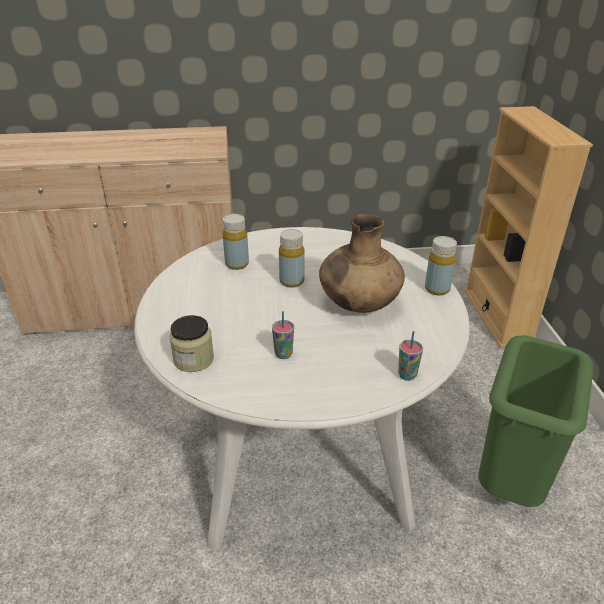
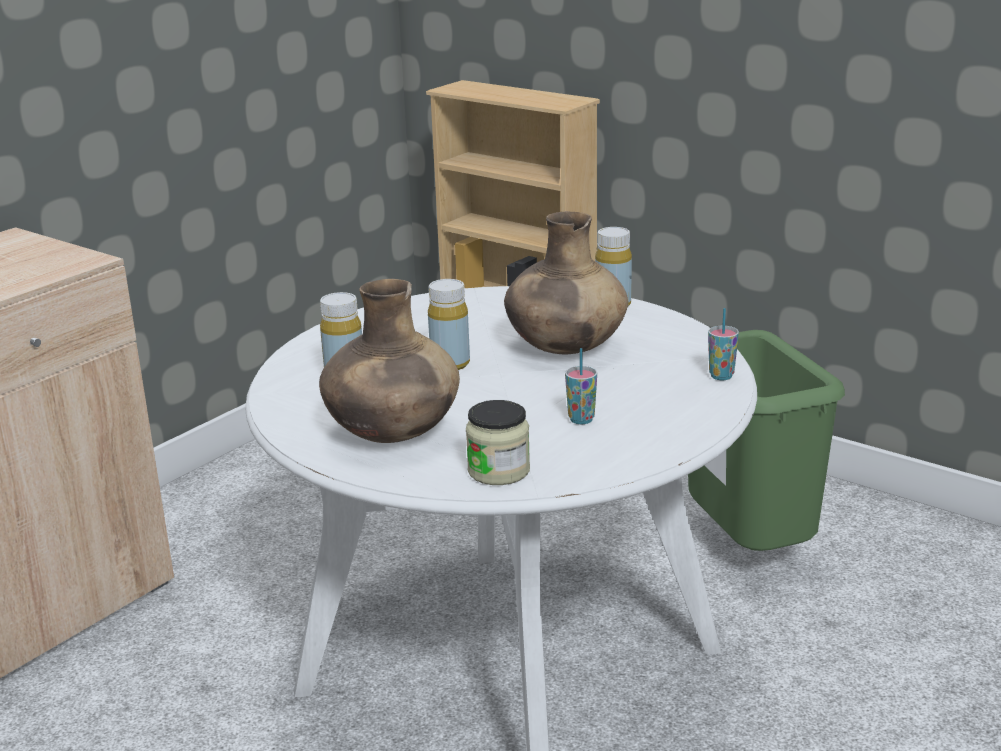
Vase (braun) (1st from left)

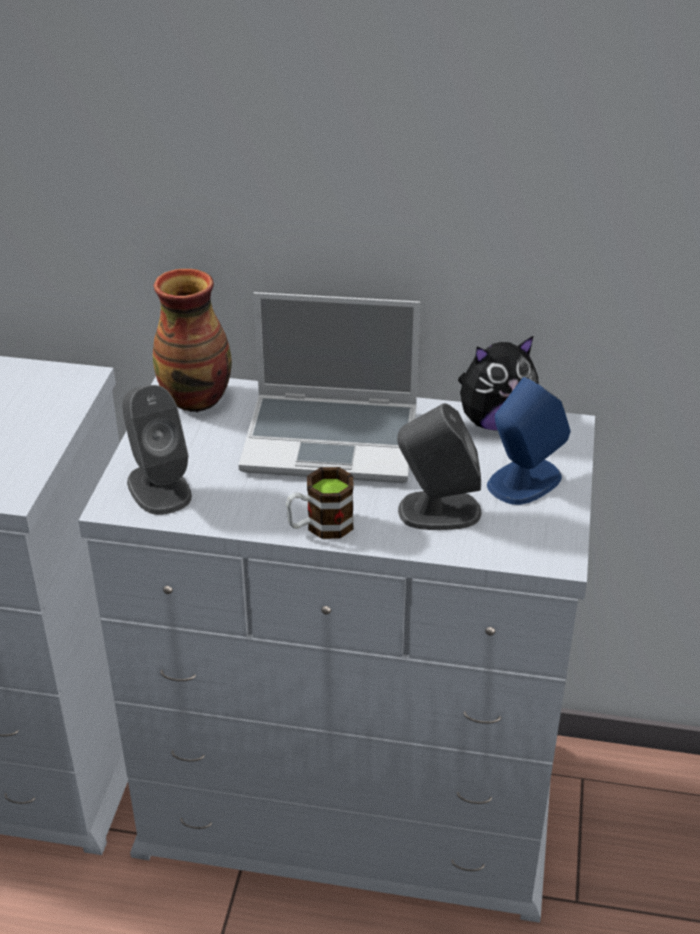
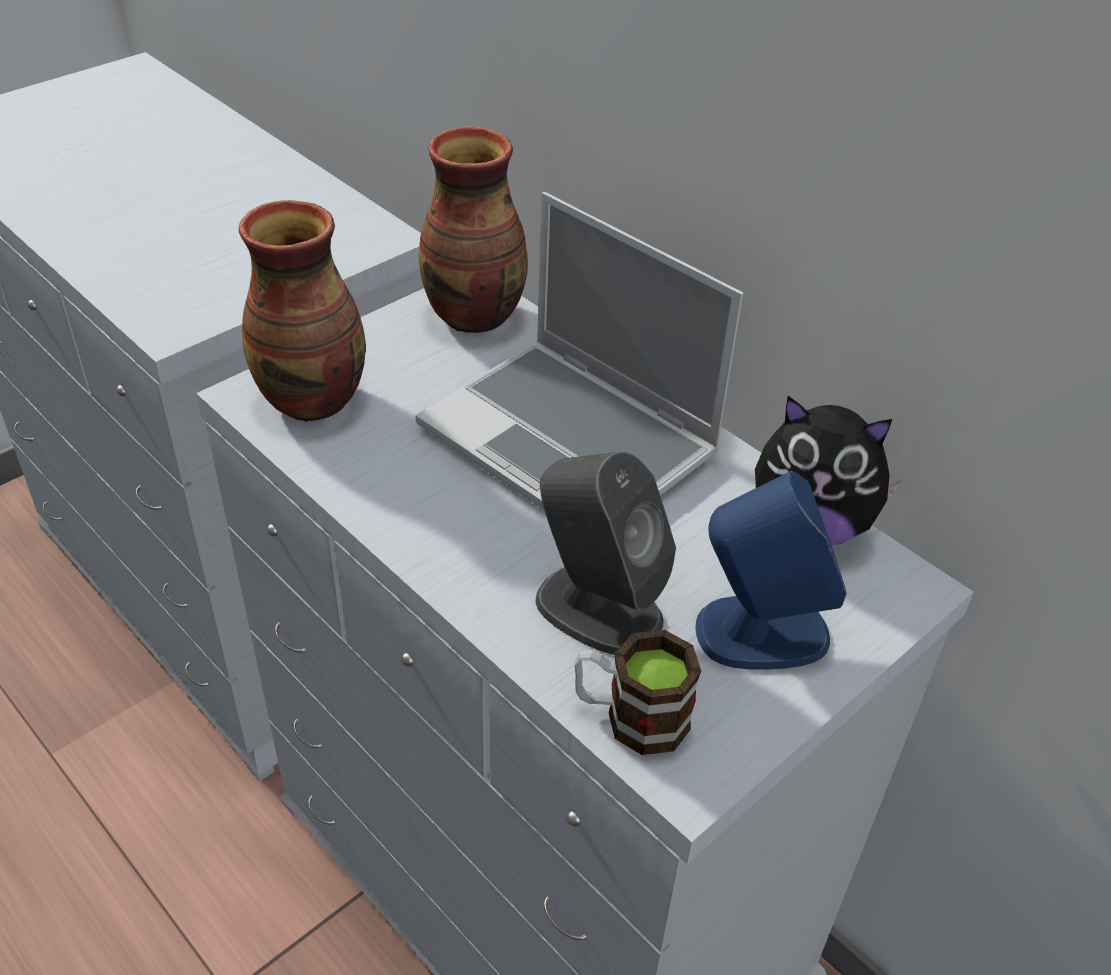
Vase (1st from left)
Henkelbecher

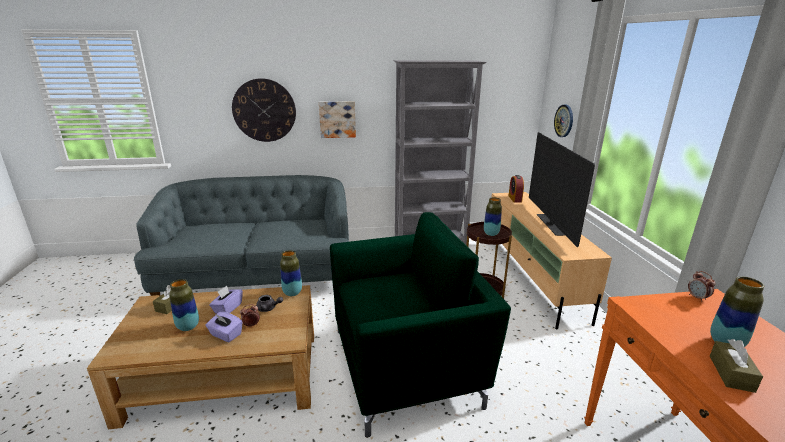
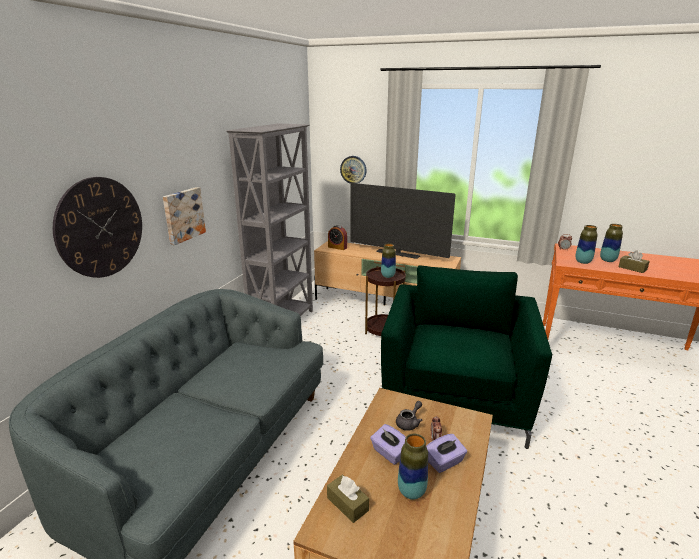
Vase (3rd from left)

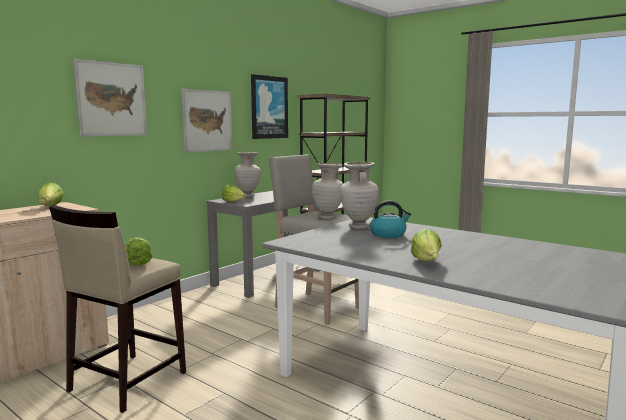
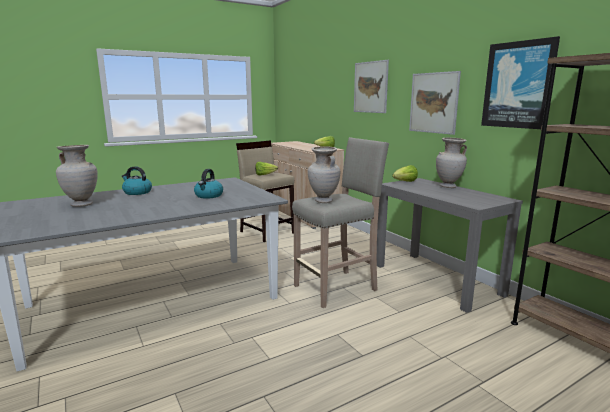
Vase (beige) (1st from left)
Wasserkessel (1st from left)

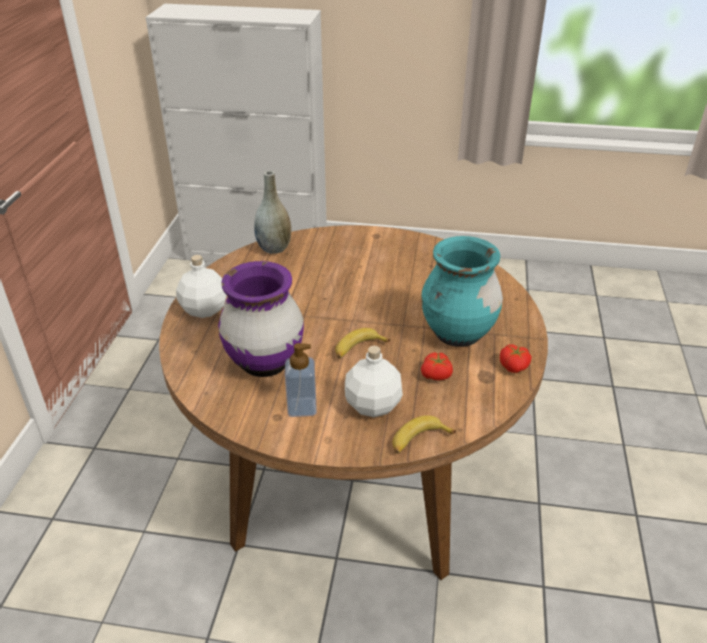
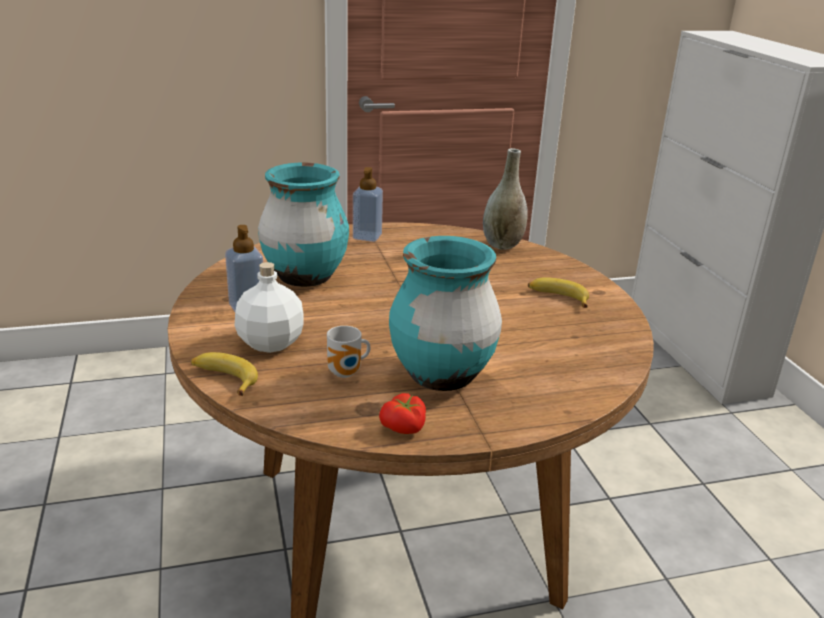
Seifenspender (2nd from left)
Vase (türkis) (1st from left)
Banane (2nd from left)
Henkelbecher

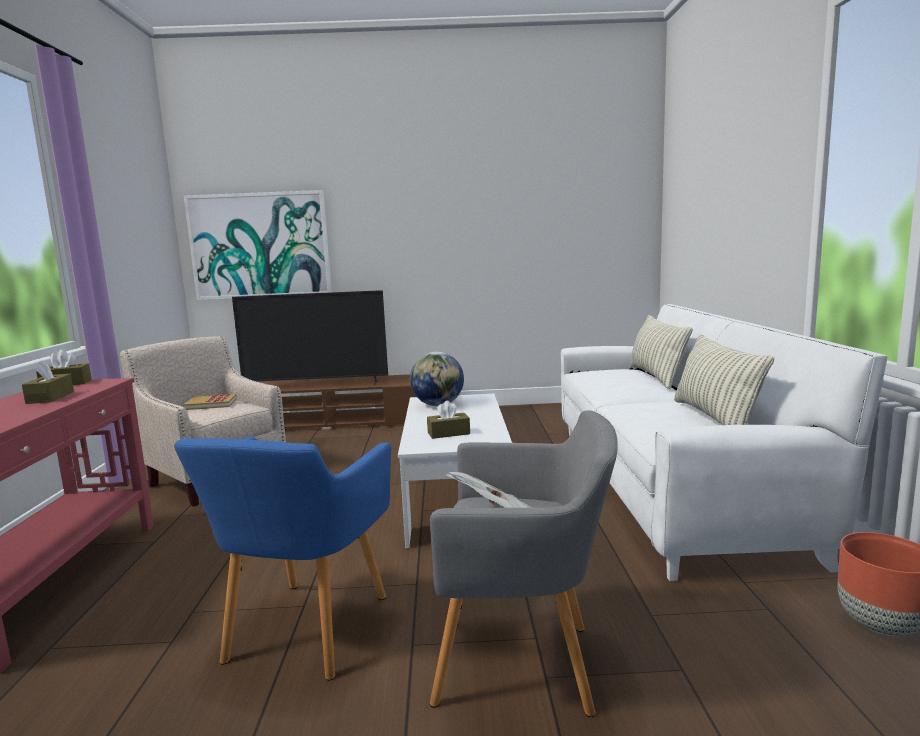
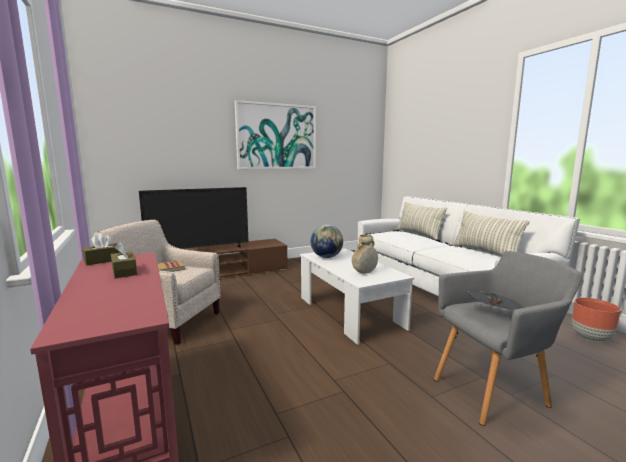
Bild
Vase (beige)
Sessel (blau)

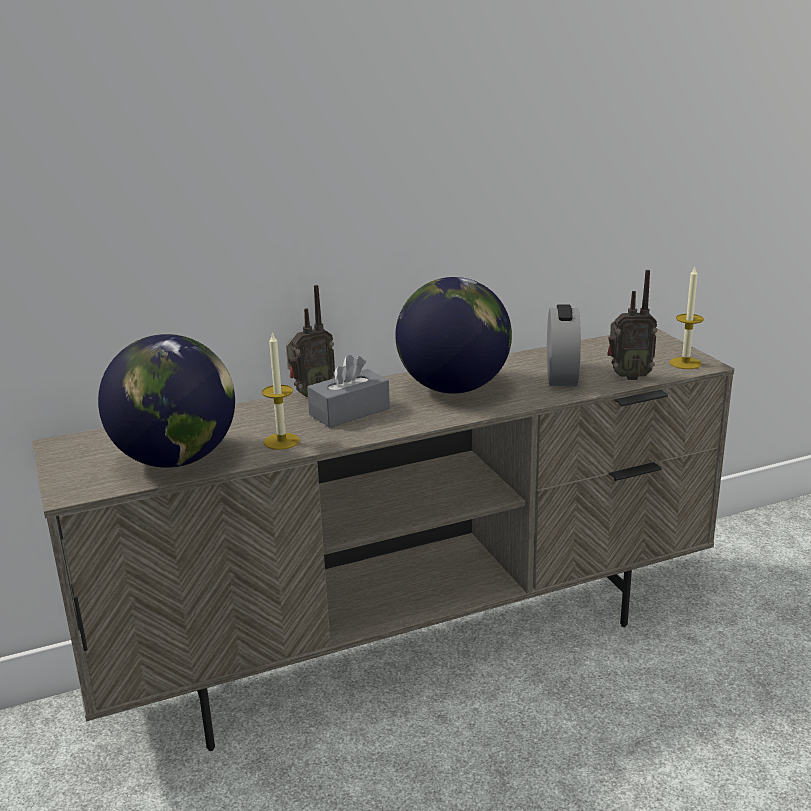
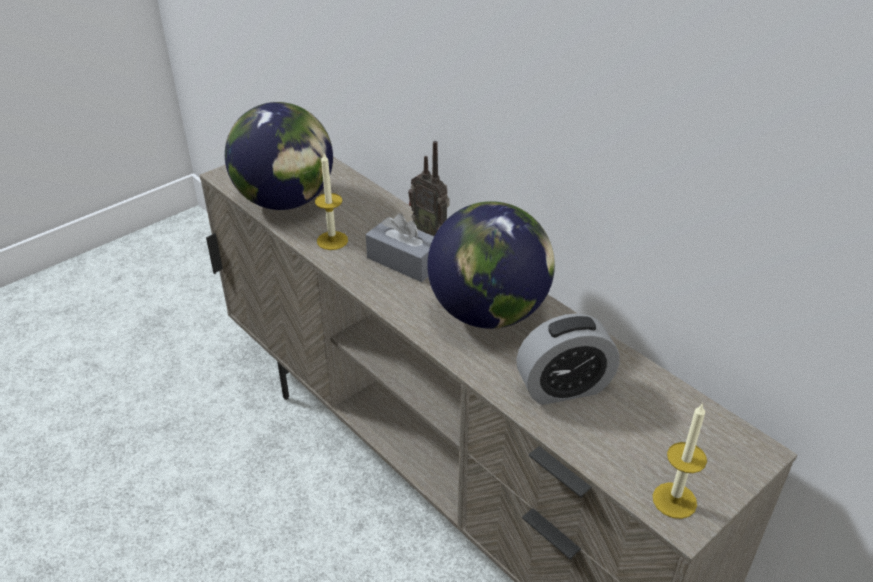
Radio (2nd from left in the first image)

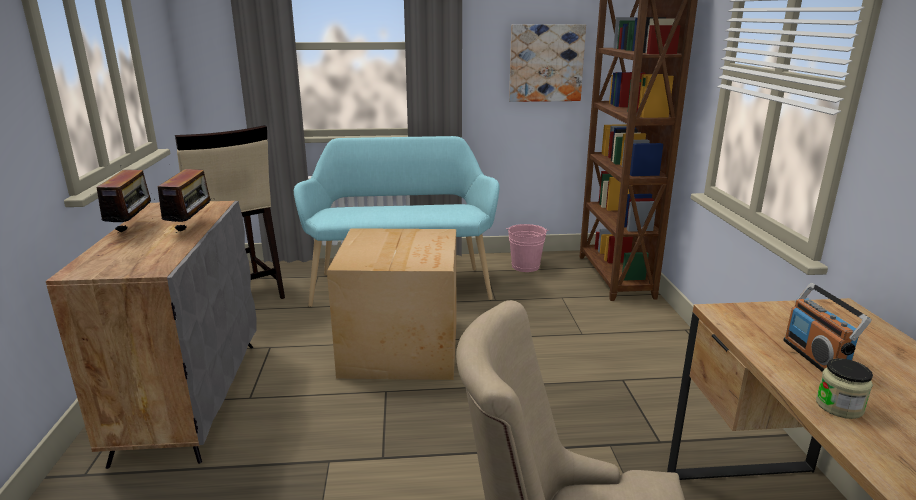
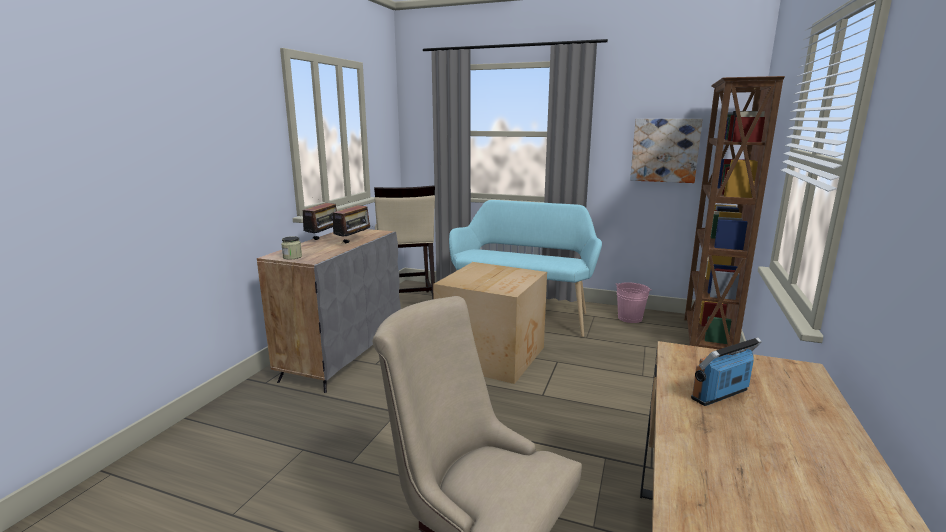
Radio (3rd from left)
Vorratsglas

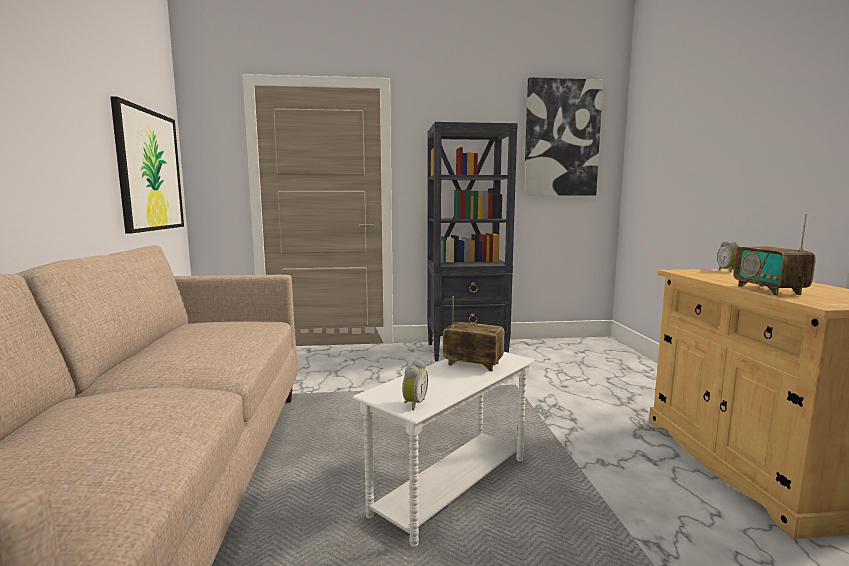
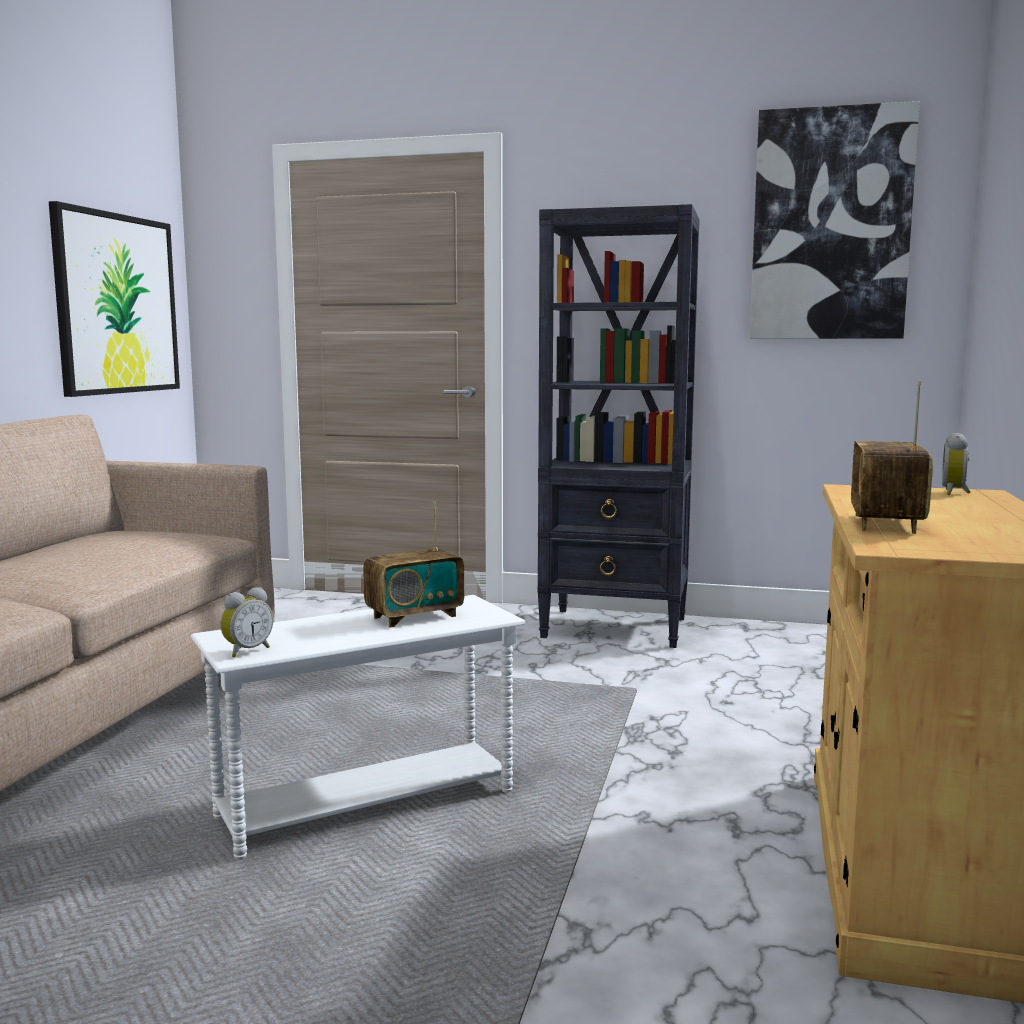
Radio (1st from left)

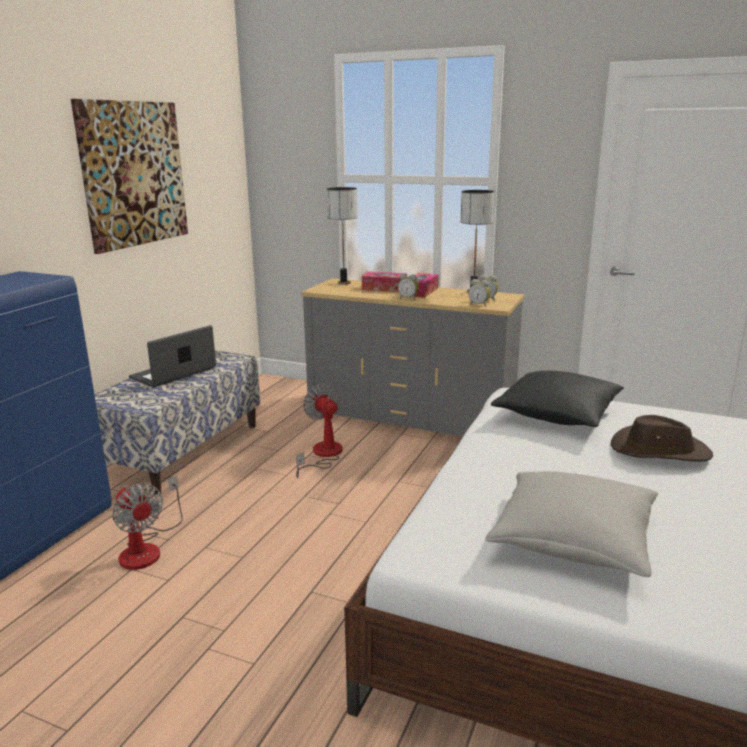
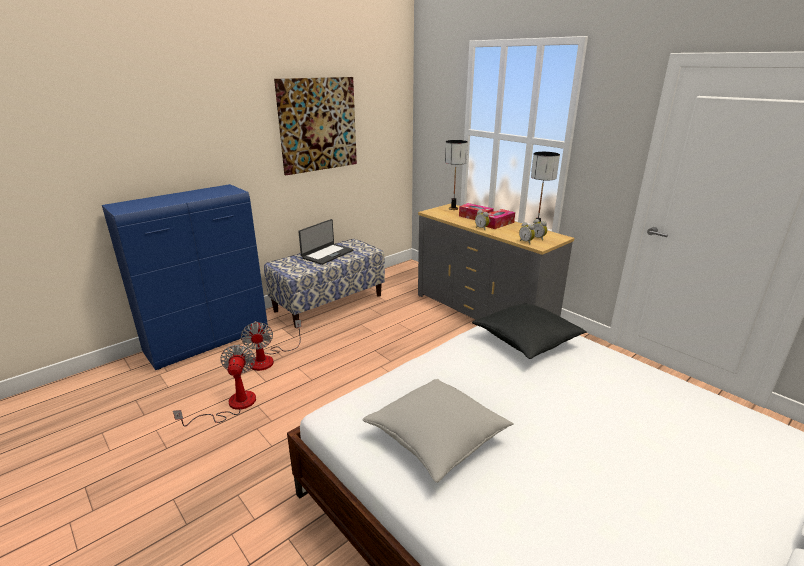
Laptop
Ventilator (1st from left)
Hut (braun)

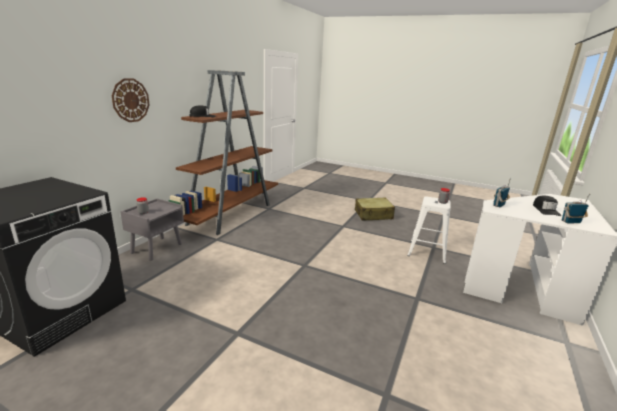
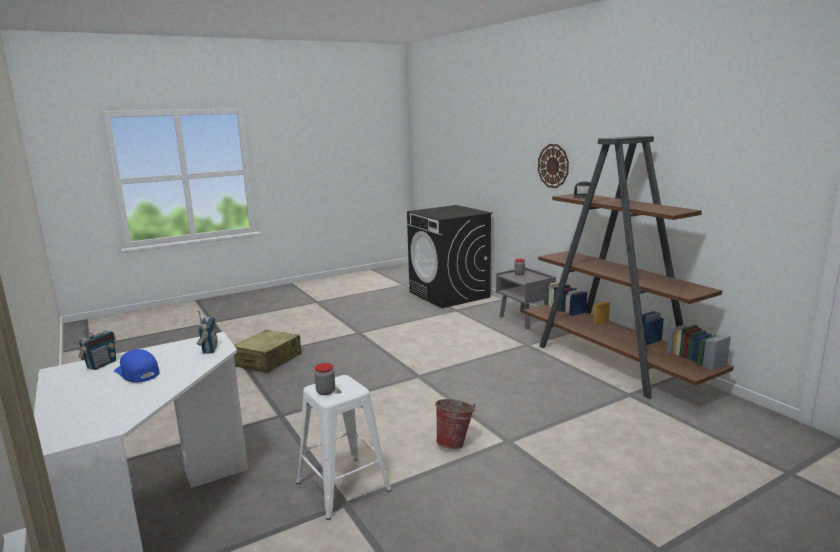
Kappe (blau)
Koffer (beige)
Eimer

